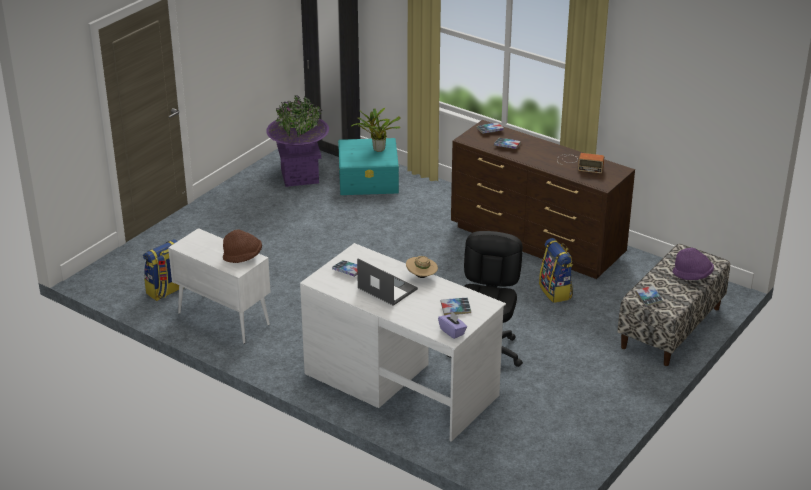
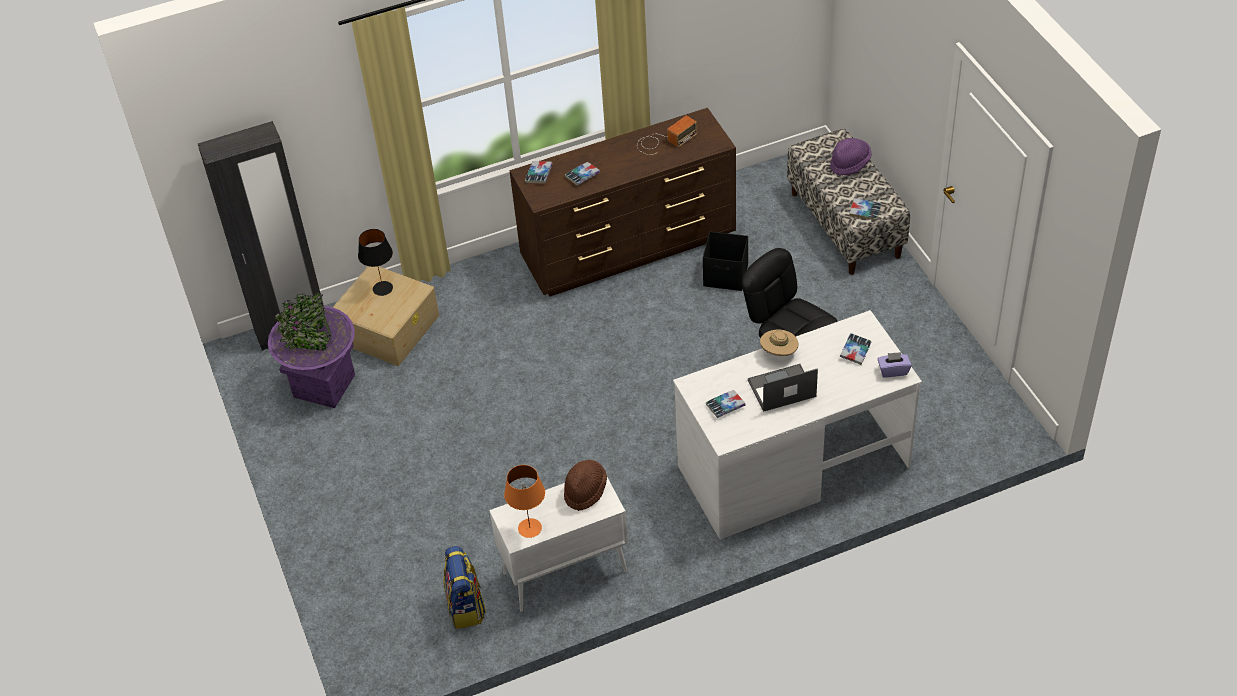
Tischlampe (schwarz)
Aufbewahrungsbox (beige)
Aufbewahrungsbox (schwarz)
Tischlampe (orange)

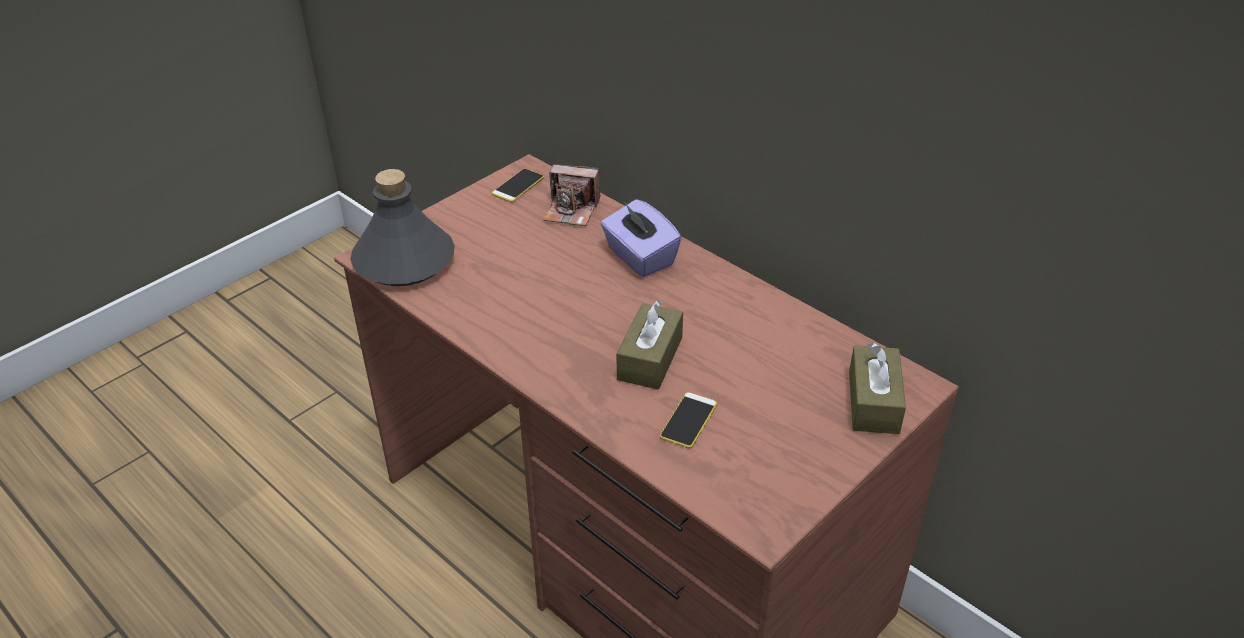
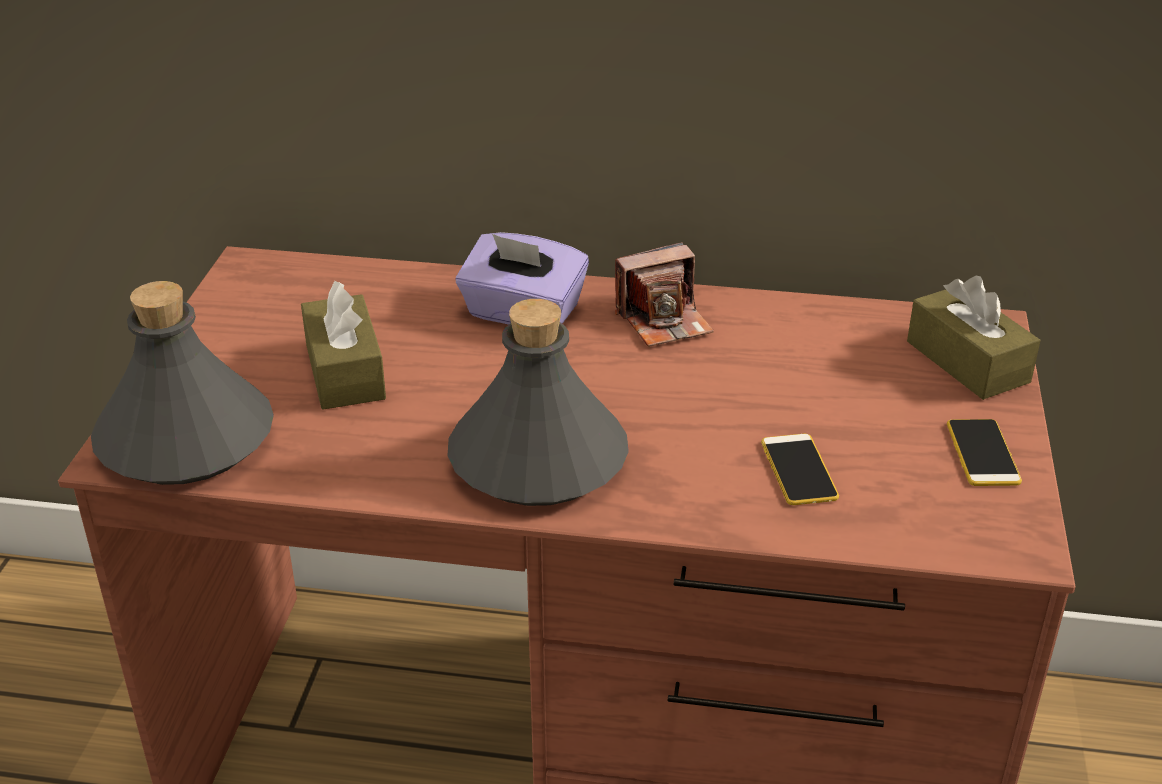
Kamera
Handy (2nd from left)
Taschentuchbox (braun) (1st from left)
Flasche (grau) (2nd from left)

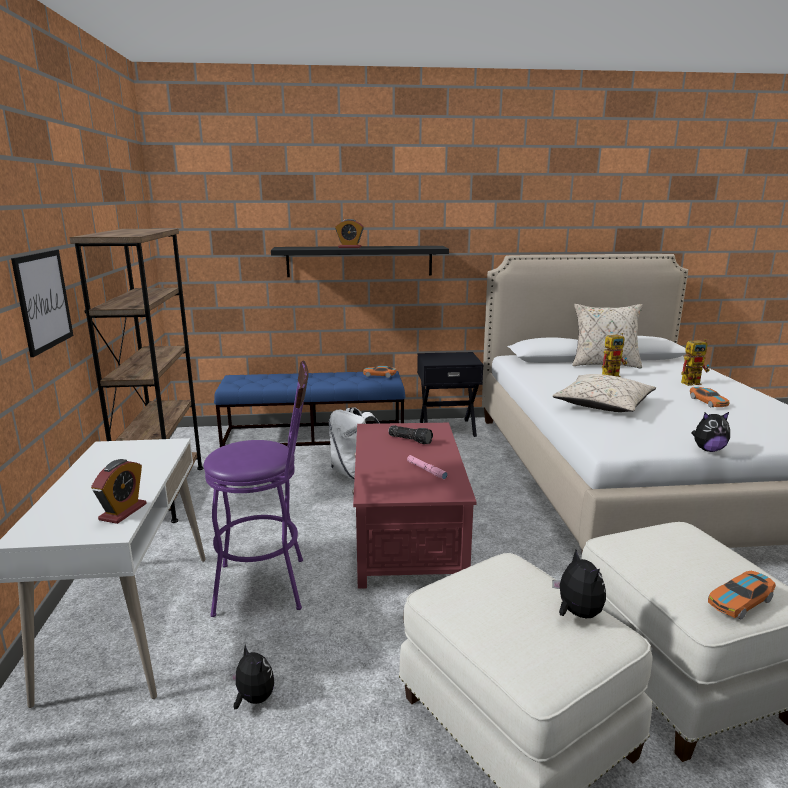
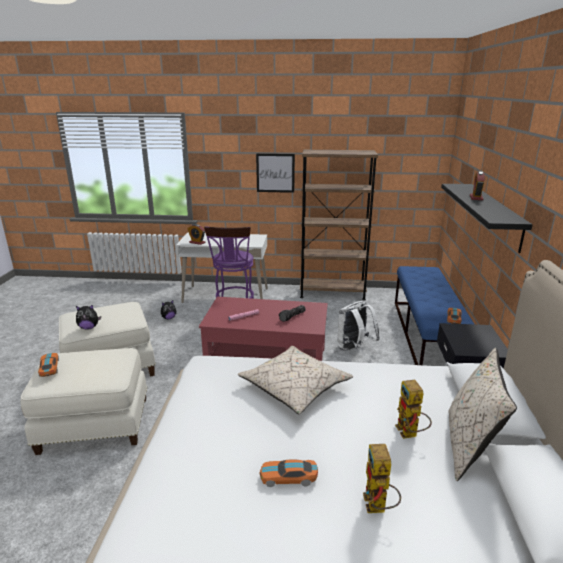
Plüschtier (3rd from left in the first image)

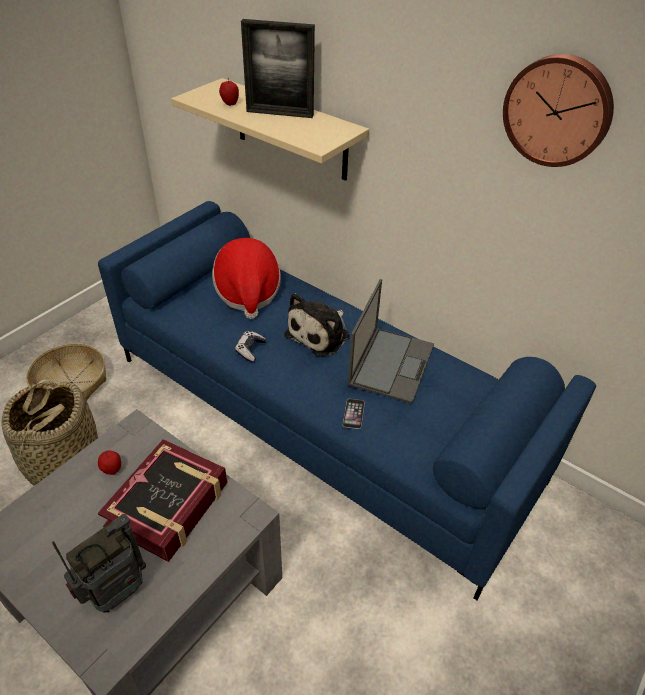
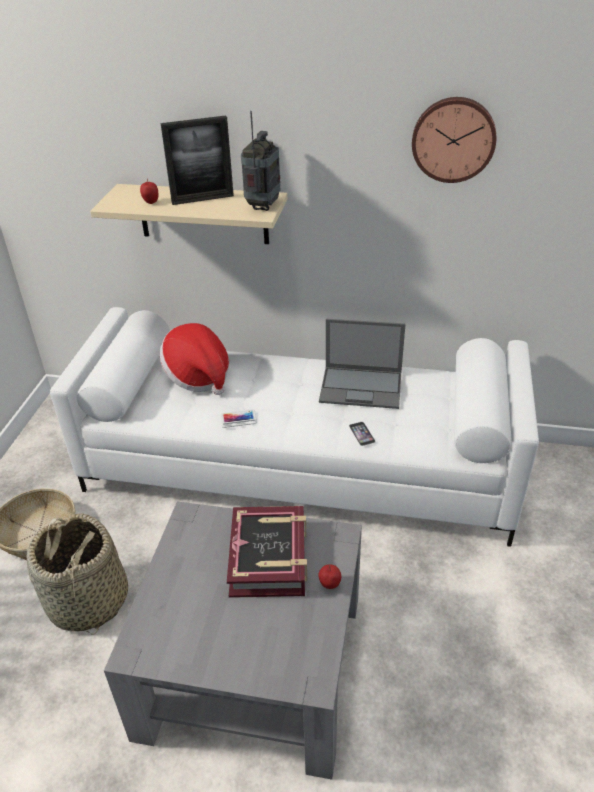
Sofa (weiß)
Laptop
Plüschtier
Handy (1st from left)
Apfel (2nd from left)
Radio

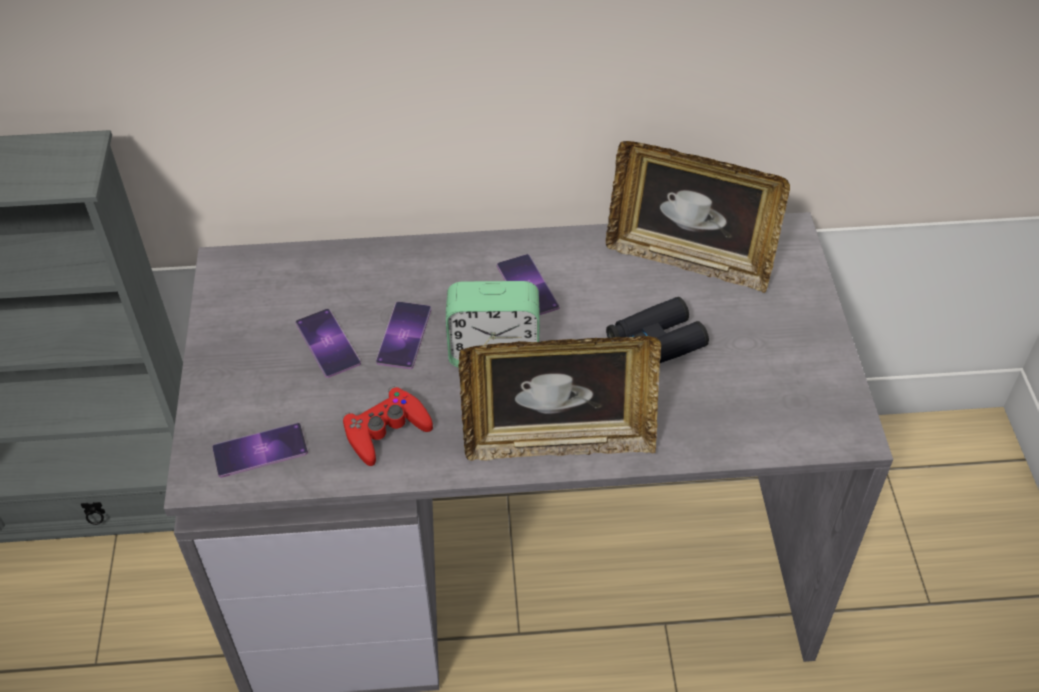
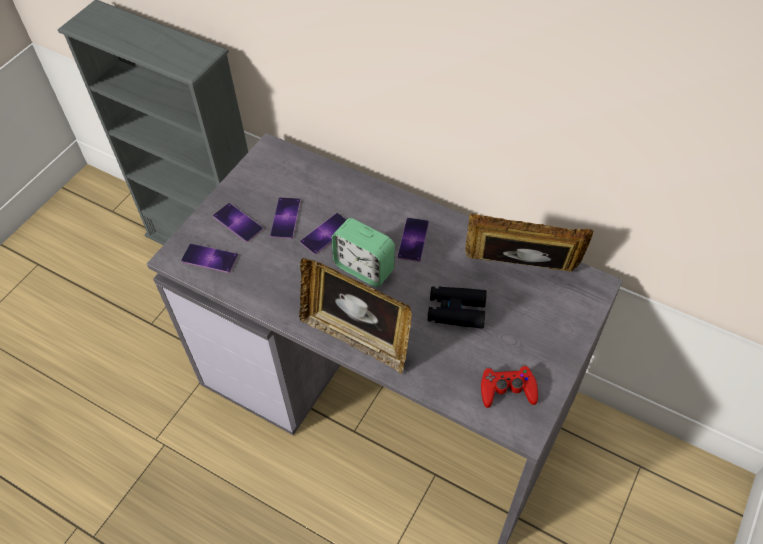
Bilderrahmen (2nd from left)
Gamepad (rot)
Handy (2nd from left)

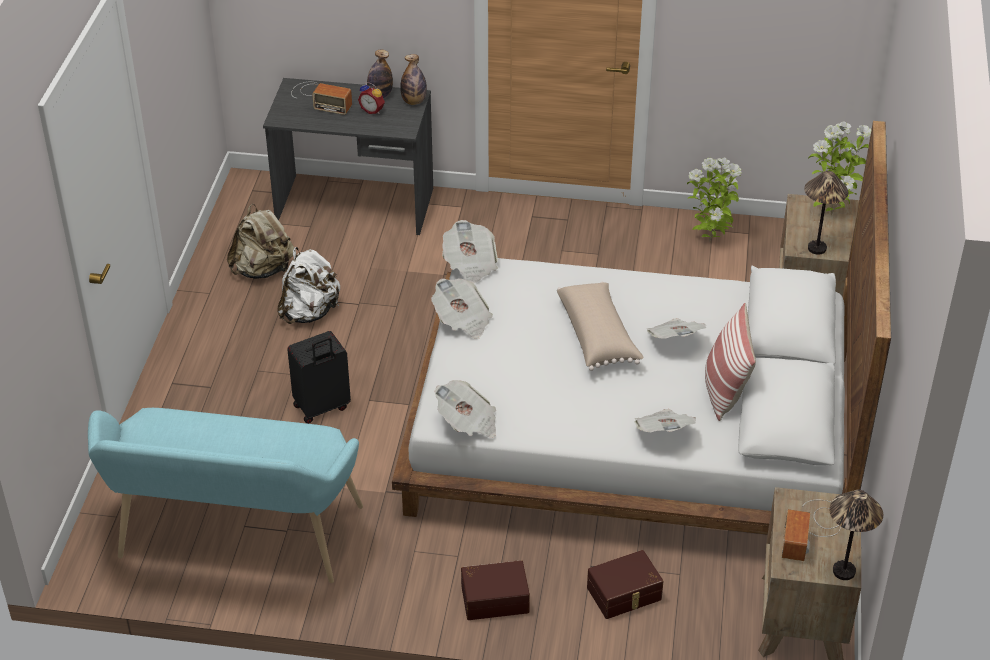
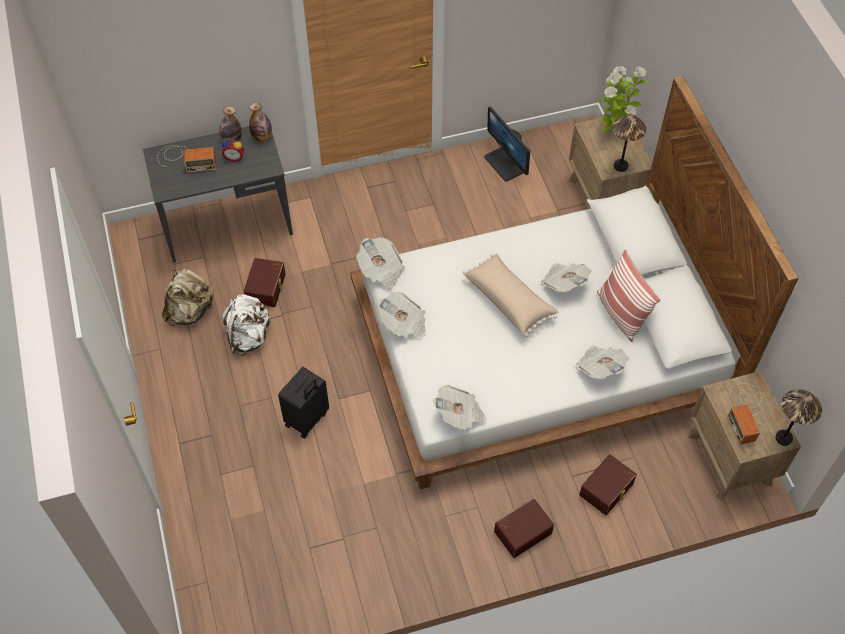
Monitor
Bank (türkis)
Aufbewahrungsbox (braun) (1st from left)

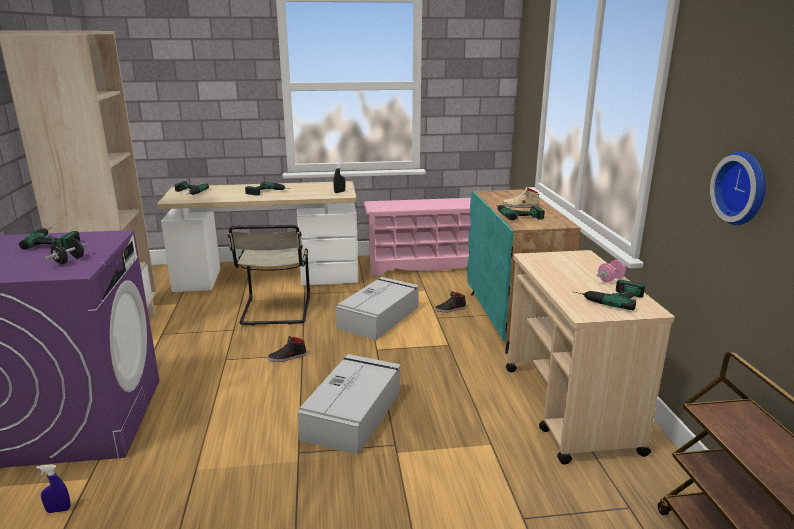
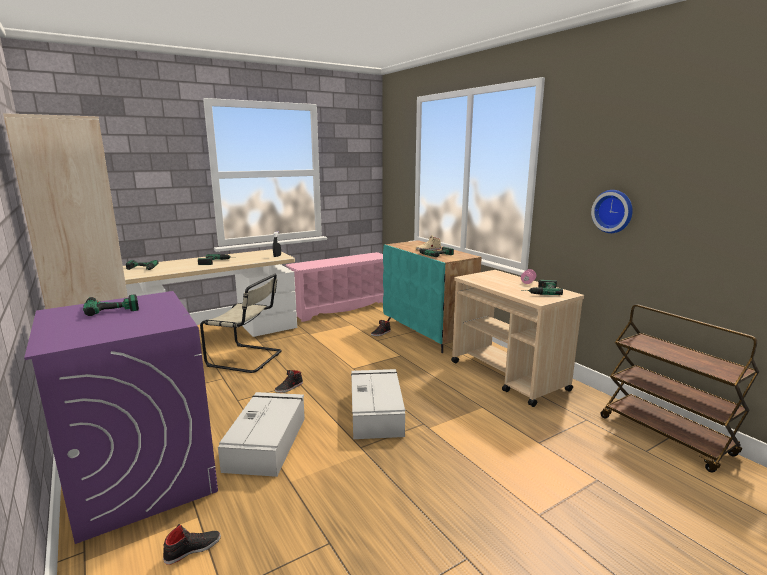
Stuhl (beige)
Hantel (schwarz)
Aufbewahrungsbox (grau) (1st from left)
Schuh (schwarz) (1st from left)

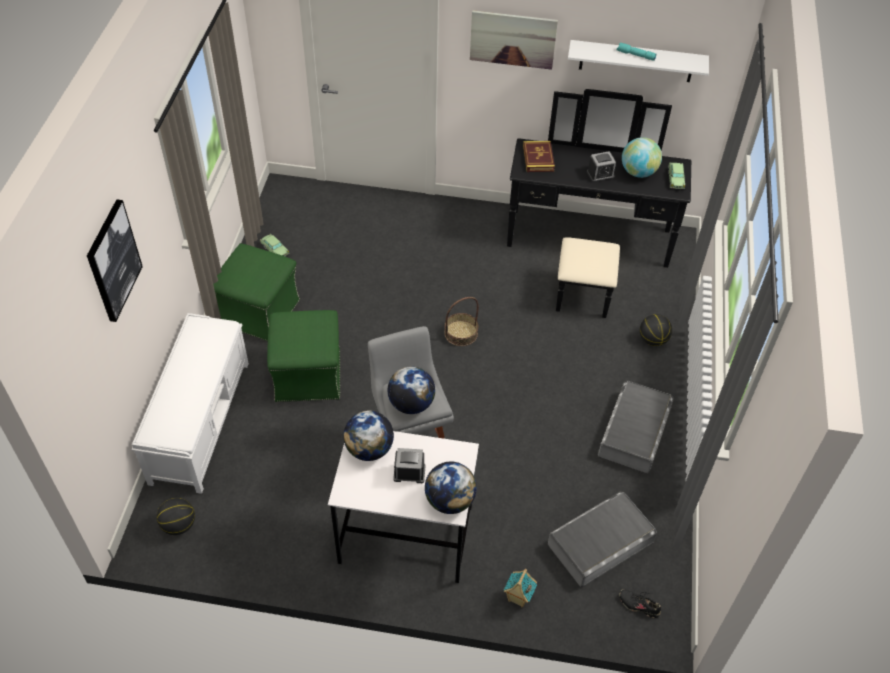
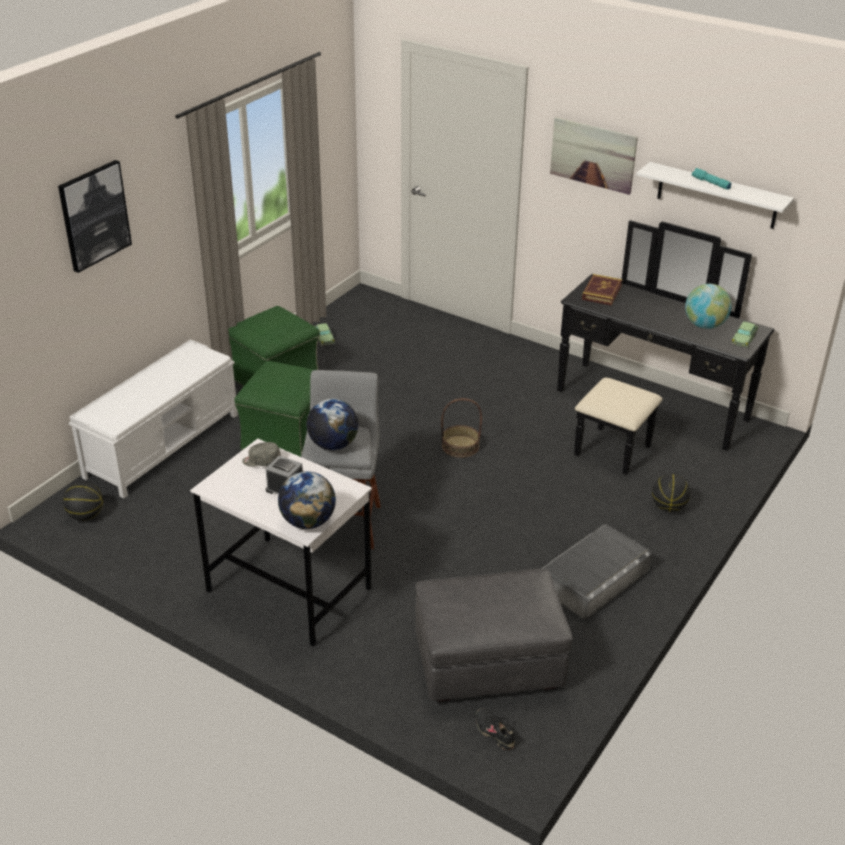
Wecker (2nd from left in the first image)
Kappe (grau)
Polsterhocker (grau)
Spielzeughaus

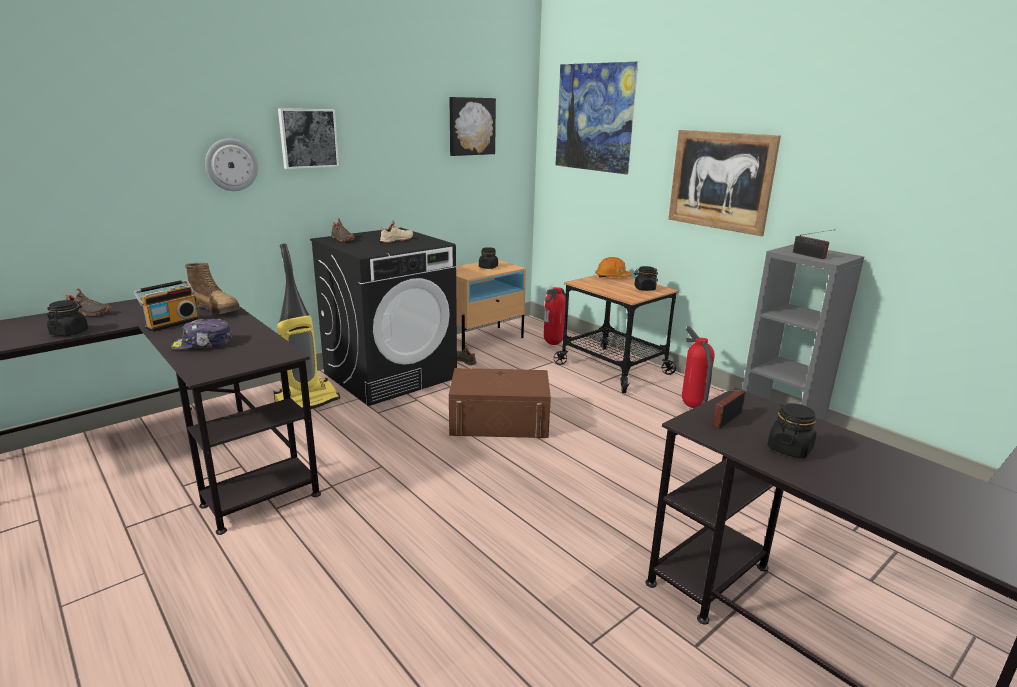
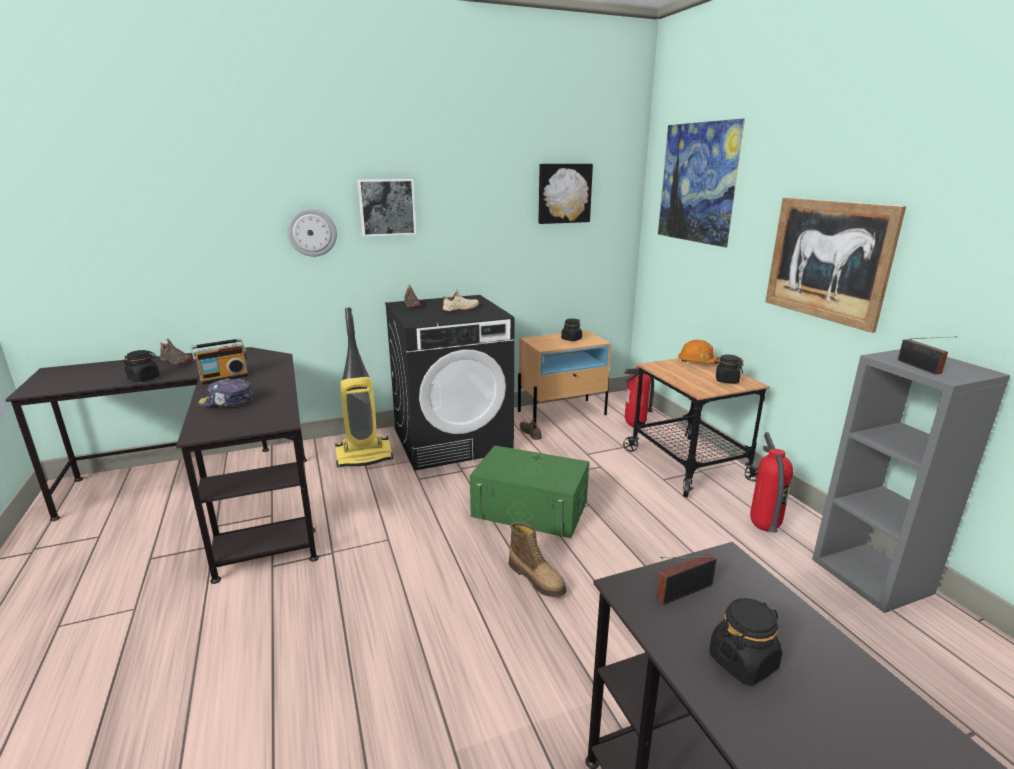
Stiefel
Aufbewahrungsbox (grün)

